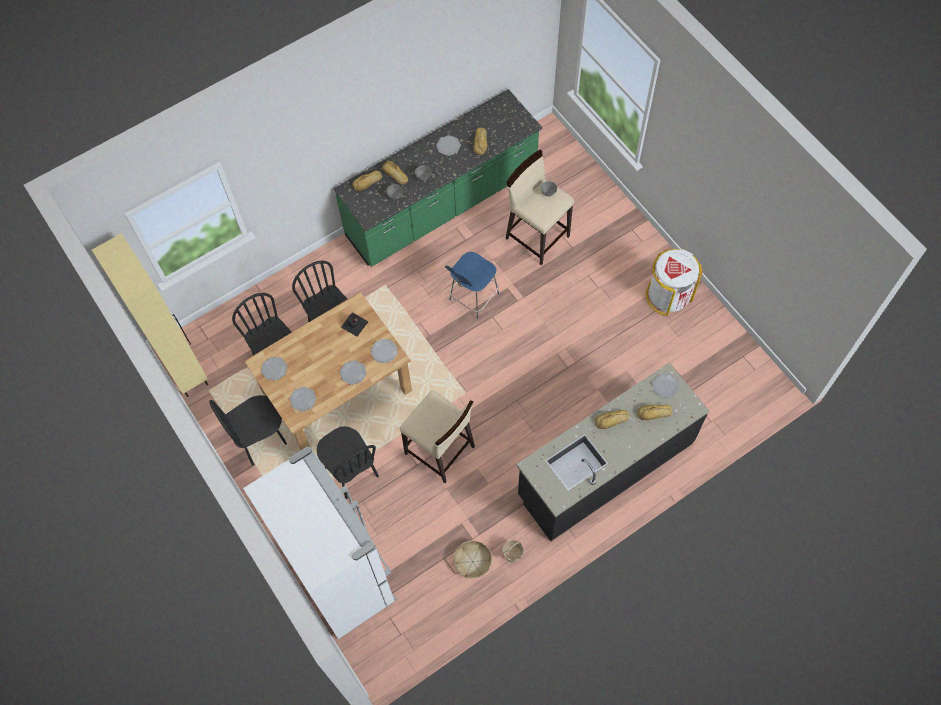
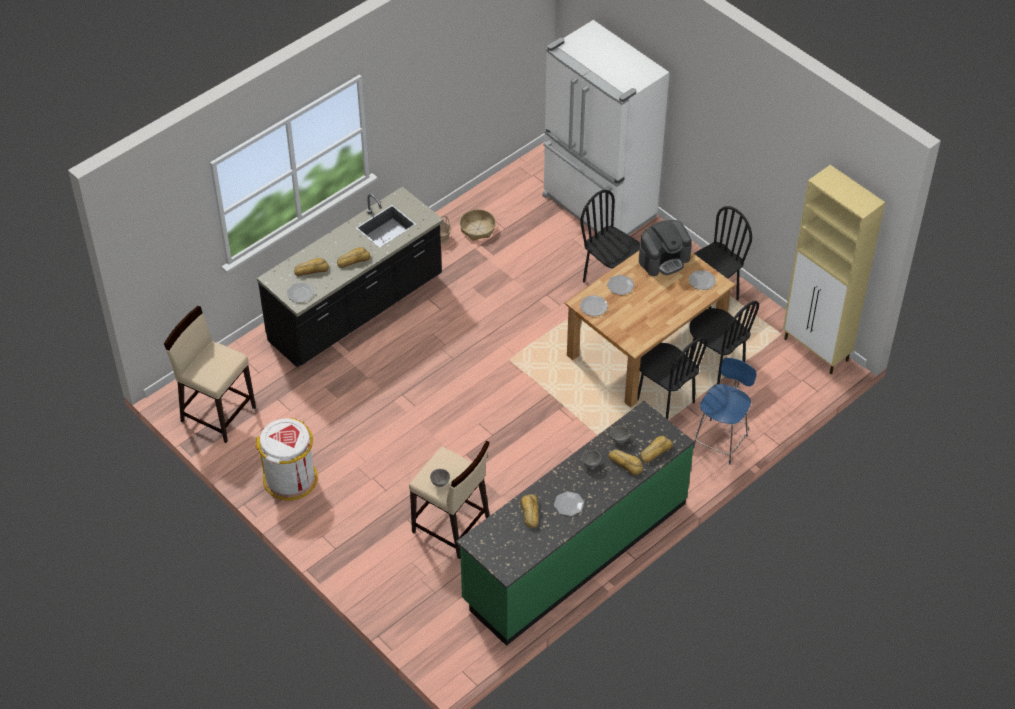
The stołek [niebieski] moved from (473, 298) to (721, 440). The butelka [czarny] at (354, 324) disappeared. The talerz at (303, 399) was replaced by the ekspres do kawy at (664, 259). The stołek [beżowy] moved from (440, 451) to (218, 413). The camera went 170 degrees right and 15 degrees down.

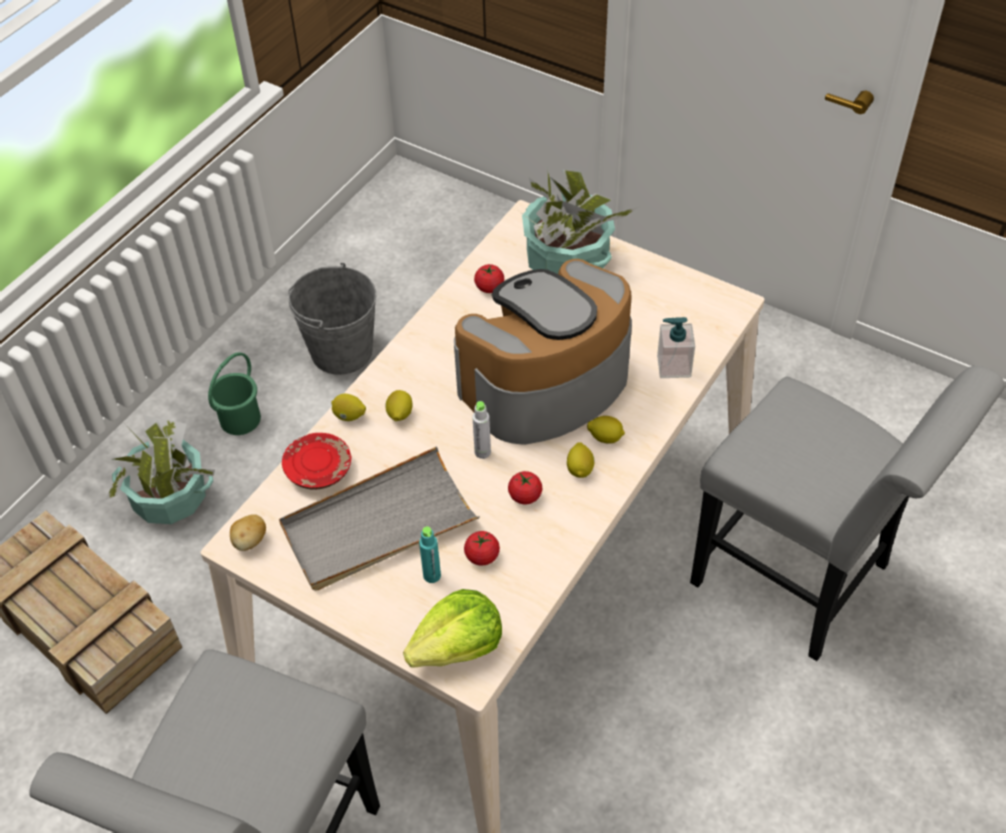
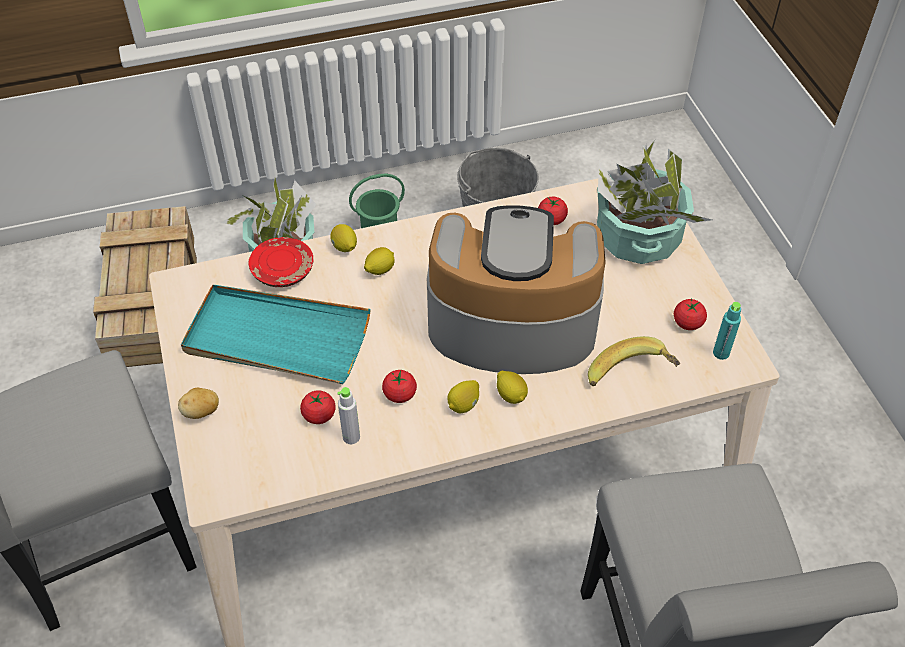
The dozownik mydła at (673, 366) was replaced by the banan at (631, 378). The butelka [szary] moved from (482, 452) to (351, 437). The taca [szary] at (378, 524) became the taca [turkusowy] at (276, 338). The ziemniak moved from (250, 541) to (201, 412). The butelka [turkusowy] moved from (432, 575) to (721, 353). The sałata at (458, 647) disappeared. The pomidor at (687, 323) appeared. The camera went 40 degrees right and 0 degrees up.

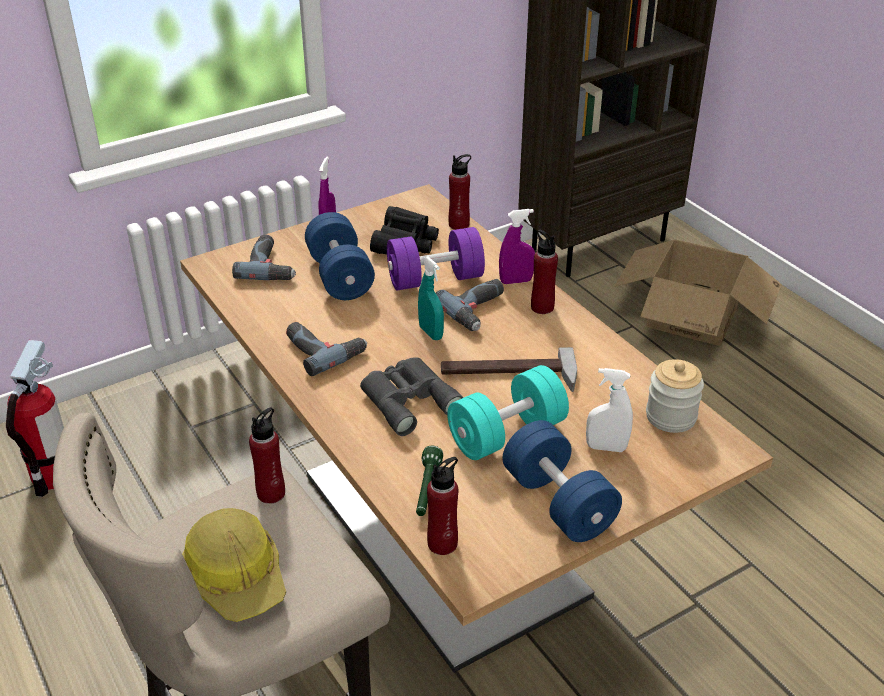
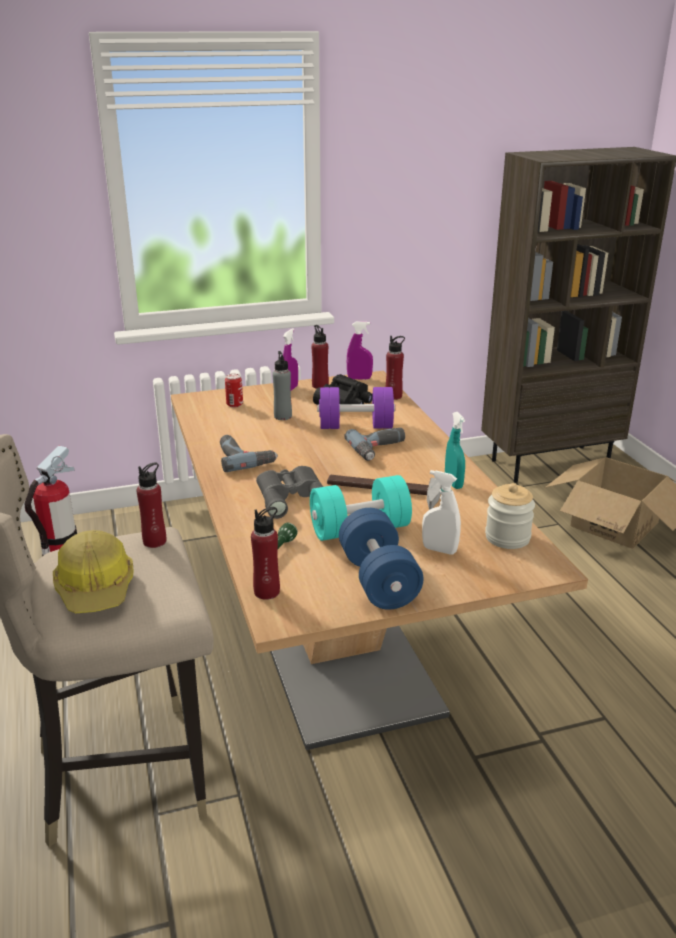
The spryskiwacz [fioletowy] moved from (516, 281) to (359, 378). The hantel [niebieski] at (340, 276) was replaced by the butelka [szary] at (283, 416). The butelka [czerwony] moved from (542, 307) to (320, 385). The wiertarka at (271, 266) was replaced by the puszka at (234, 404). The spryskiwacz [turkusowy] moved from (431, 333) to (453, 483). The camera went 15 degrees right and 10 degrees down.

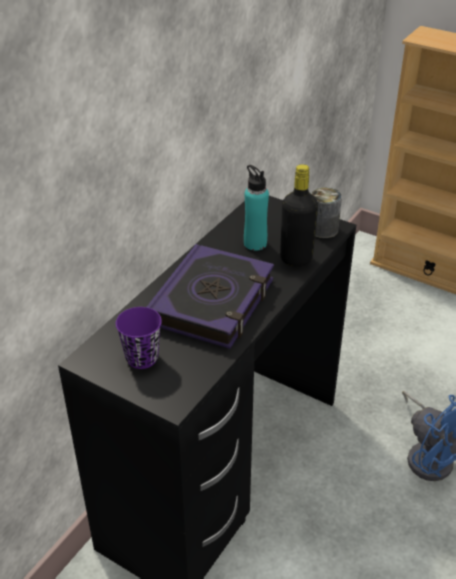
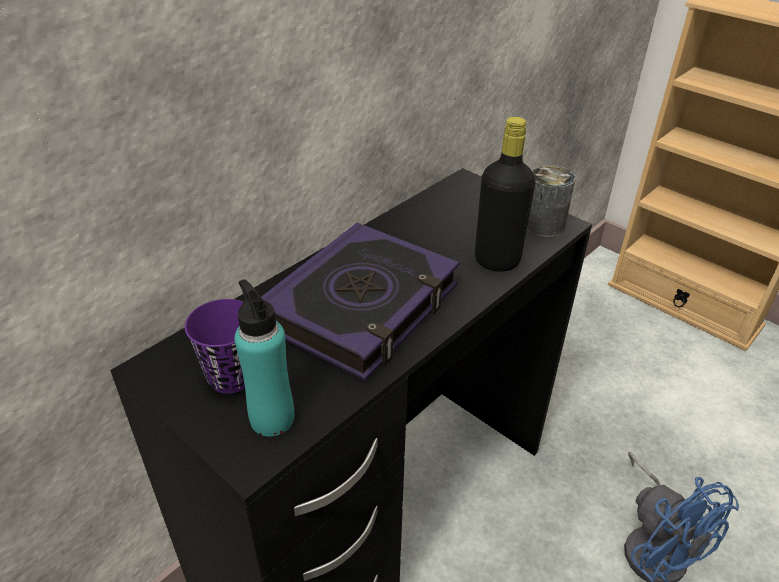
The butelka [turkusowy] moved from (255, 243) to (272, 418). The camera went 10 degrees right and 0 degrees up.

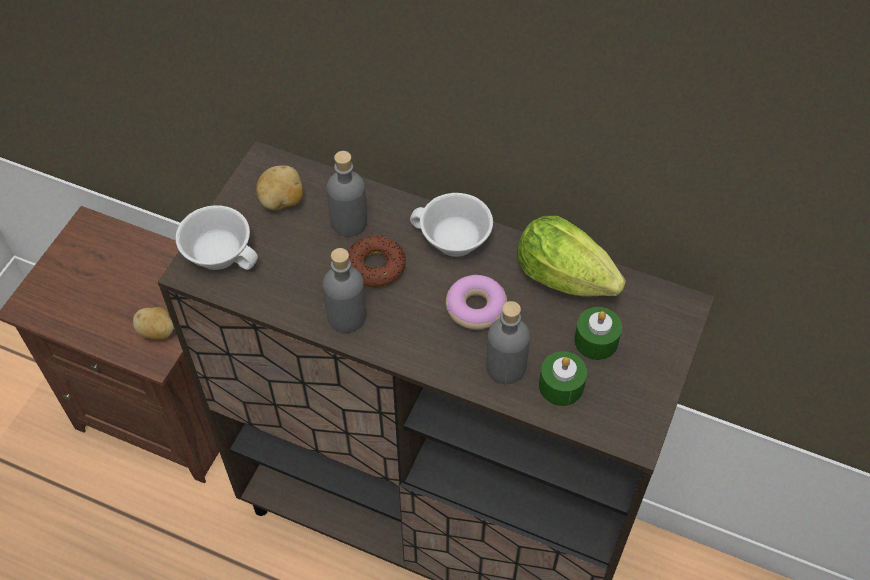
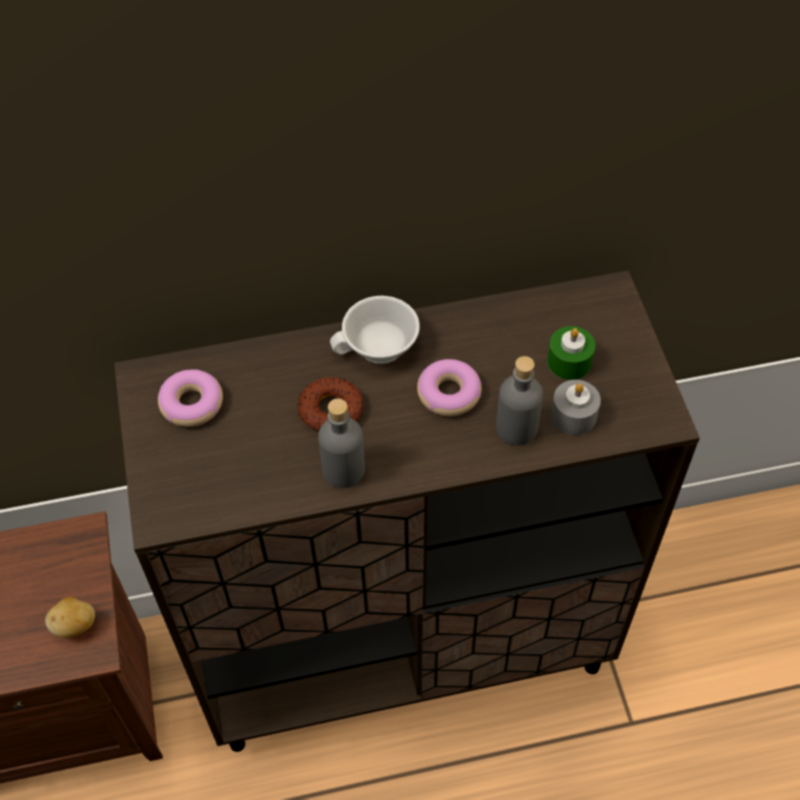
The butelka [szary] at (349, 222) disappeared. The ziemniak at (282, 201) was replaced by the donut at (192, 403). The filiżanka [biały] at (221, 252) disappeared. The sałata at (569, 280) disappeared. The świeca [zielony] at (561, 386) became the świeca [szary] at (573, 415). The camera went 35 degrees left and 0 degrees up.

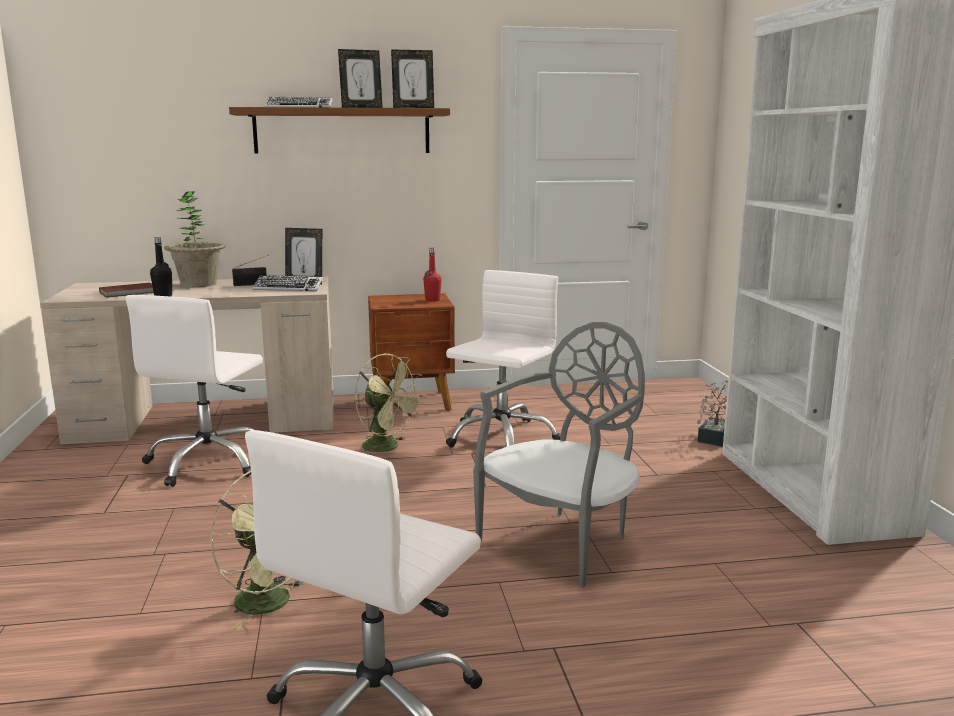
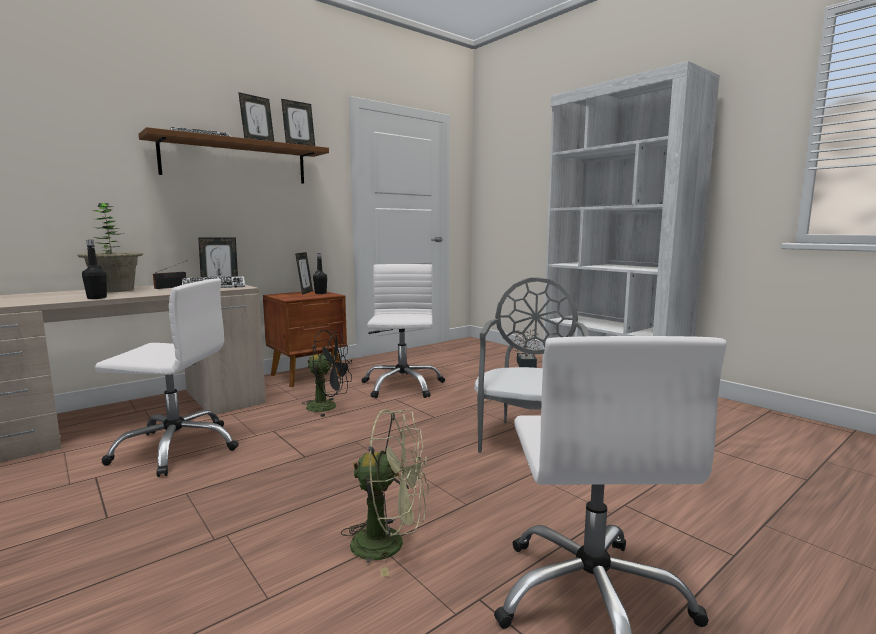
The butelka [czerwony] at (432, 300) became the butelka [czarny] at (320, 293). The książka [brązowy] at (130, 292) disappeared. The krzesło biurowe [biały] at (209, 462) turned 75 degrees counterclockwise. The wentylator [zielony] at (388, 448) became the wentylator [czarny] at (328, 407). The ramka na zdjęcie at (305, 292) appeared. The camera went 30 degrees left and 5 degrees down.

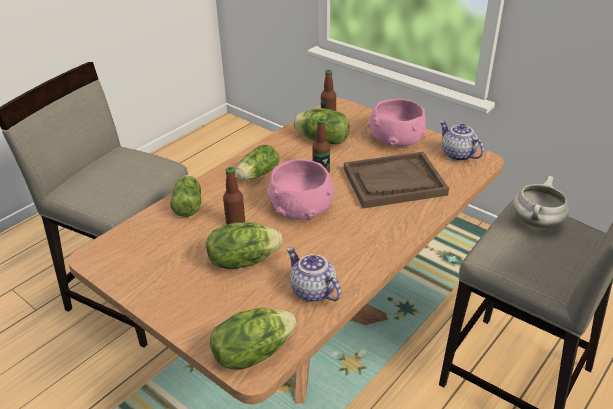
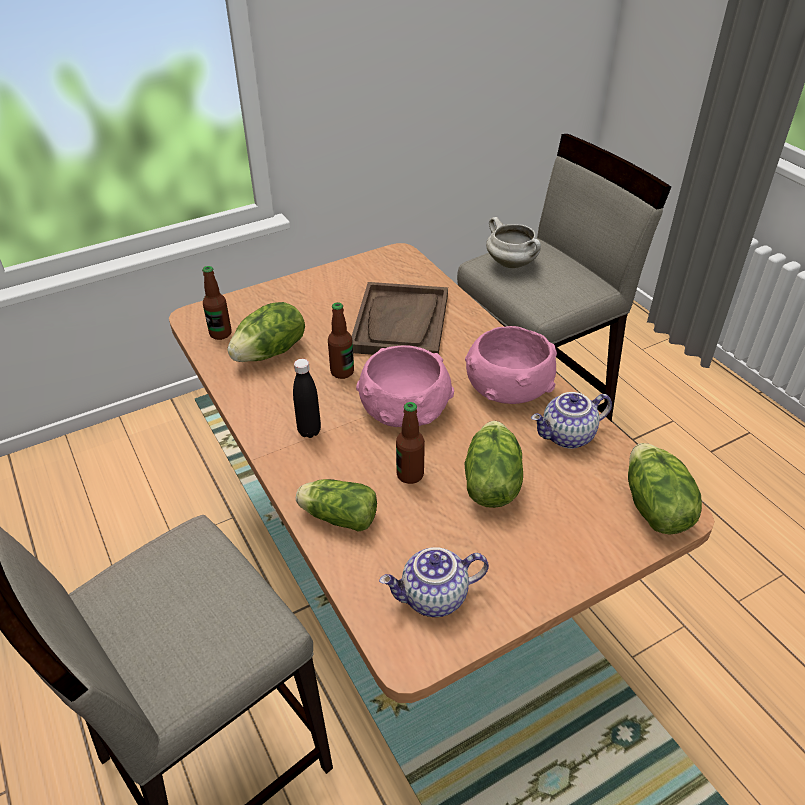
The miska [różowy] moved from (395, 138) to (508, 386). The imbryk moved from (457, 155) to (434, 598). The sałata at (256, 175) was replaced by the butelka [czarny] at (309, 431). The camera went 70 degrees left and 5 degrees up.

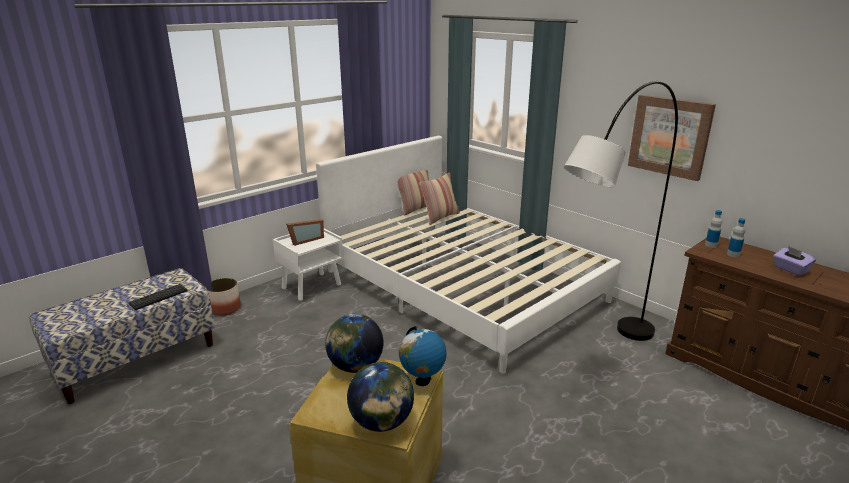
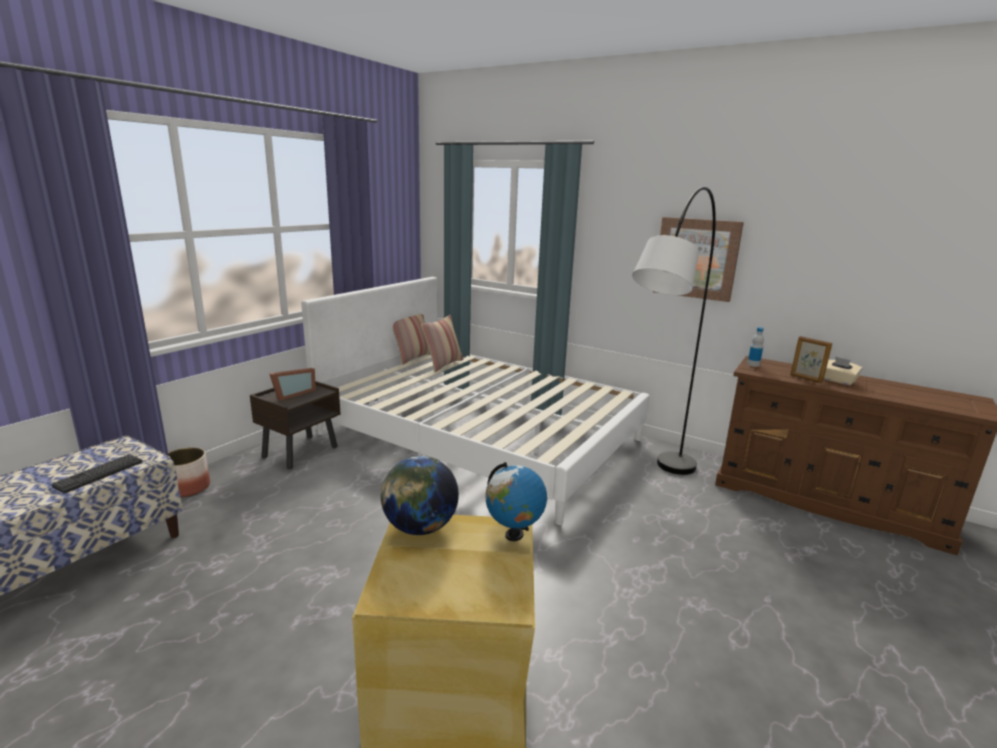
The butelka at (733, 254) disappeared. The szafka nocna [biały] at (312, 286) became the szafka nocna [brązowy] at (301, 452). The pudełko chusteczek [fioletowy] at (790, 270) became the pudełko chusteczek [beżowy] at (838, 381). The globus at (381, 423) disappeared. The ramka na zdjęcie at (805, 379) appeared. The camera went 15 degrees left and 5 degrees down.

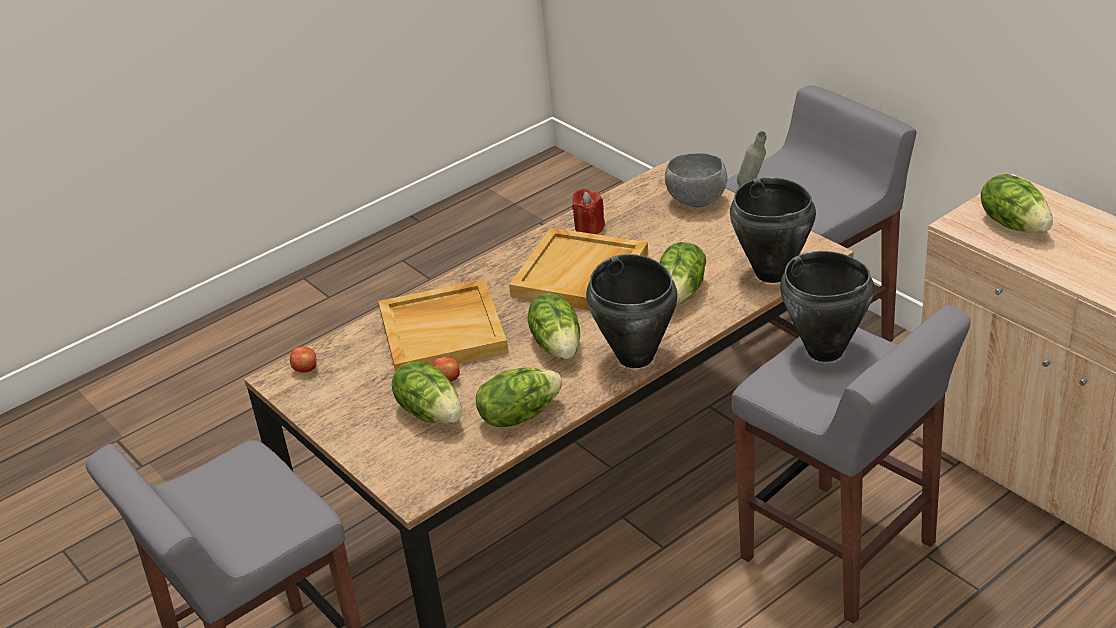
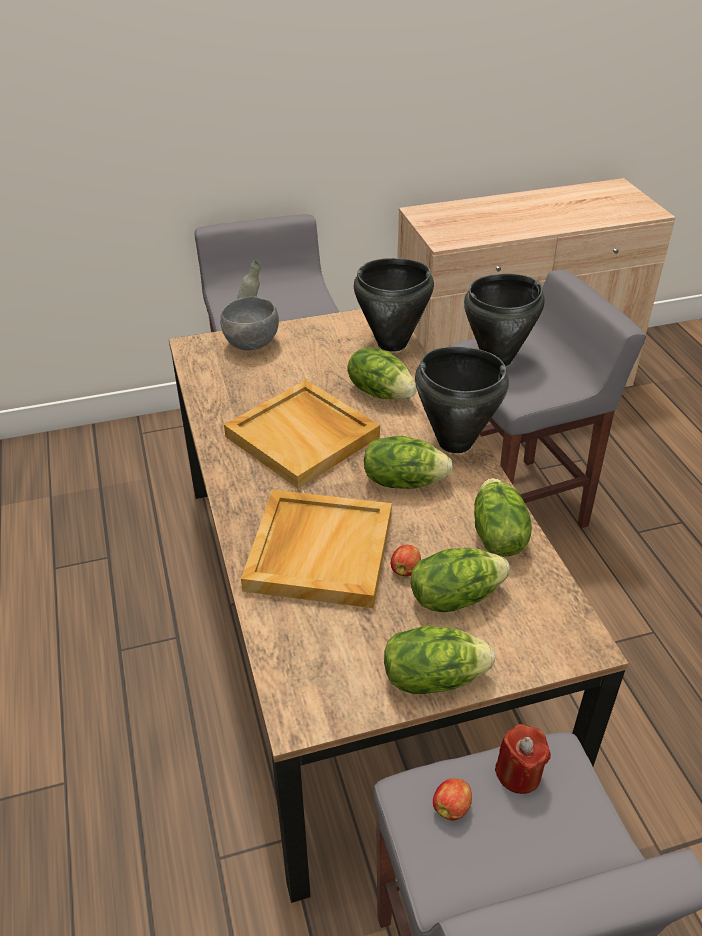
The sałata moved from (1014, 224) to (433, 677). The świeca [czerwony] moved from (589, 228) to (518, 773). The jabłko moved from (306, 369) to (451, 807). The camera went 70 degrees left and 5 degrees up.

